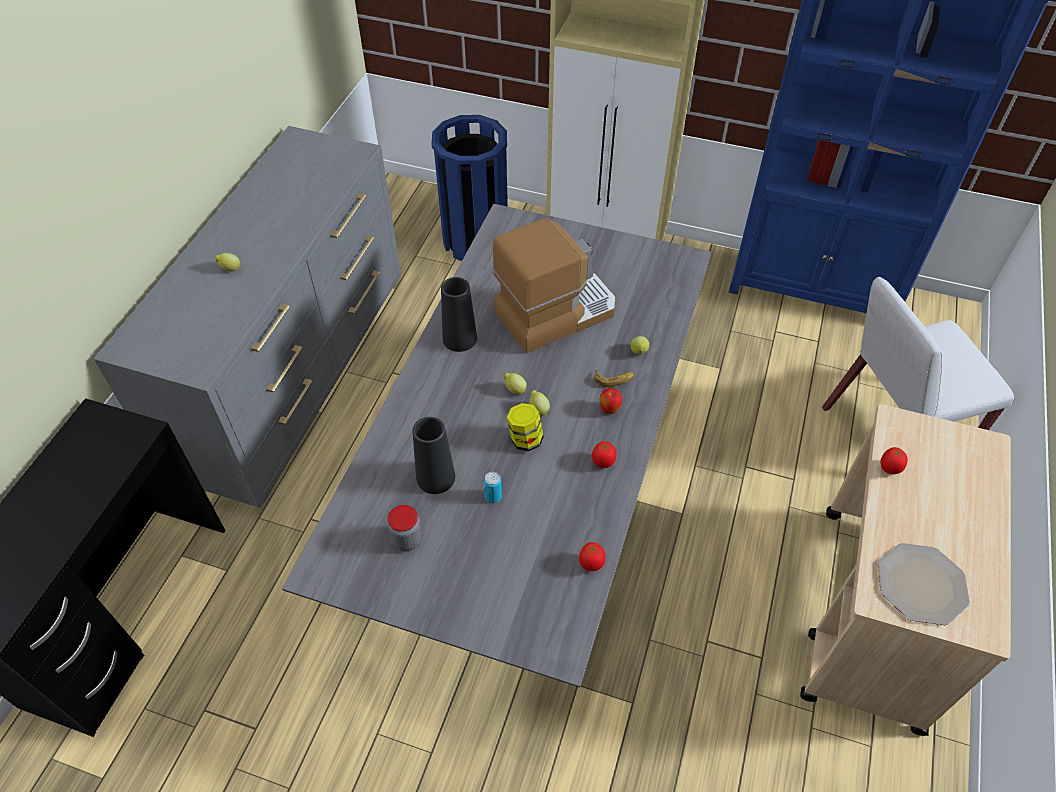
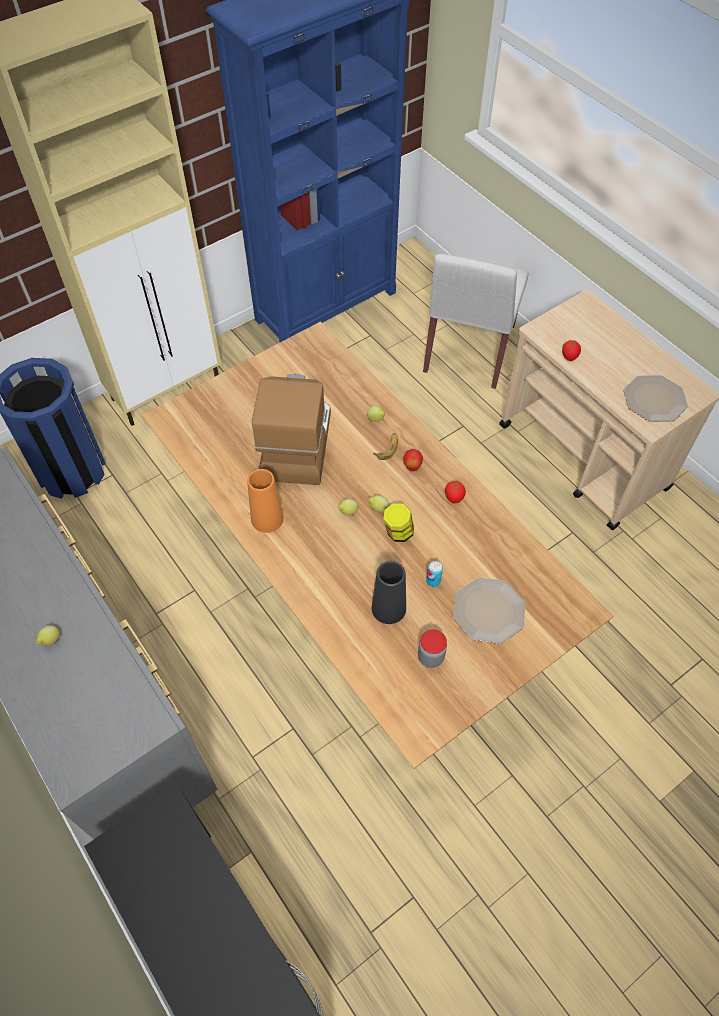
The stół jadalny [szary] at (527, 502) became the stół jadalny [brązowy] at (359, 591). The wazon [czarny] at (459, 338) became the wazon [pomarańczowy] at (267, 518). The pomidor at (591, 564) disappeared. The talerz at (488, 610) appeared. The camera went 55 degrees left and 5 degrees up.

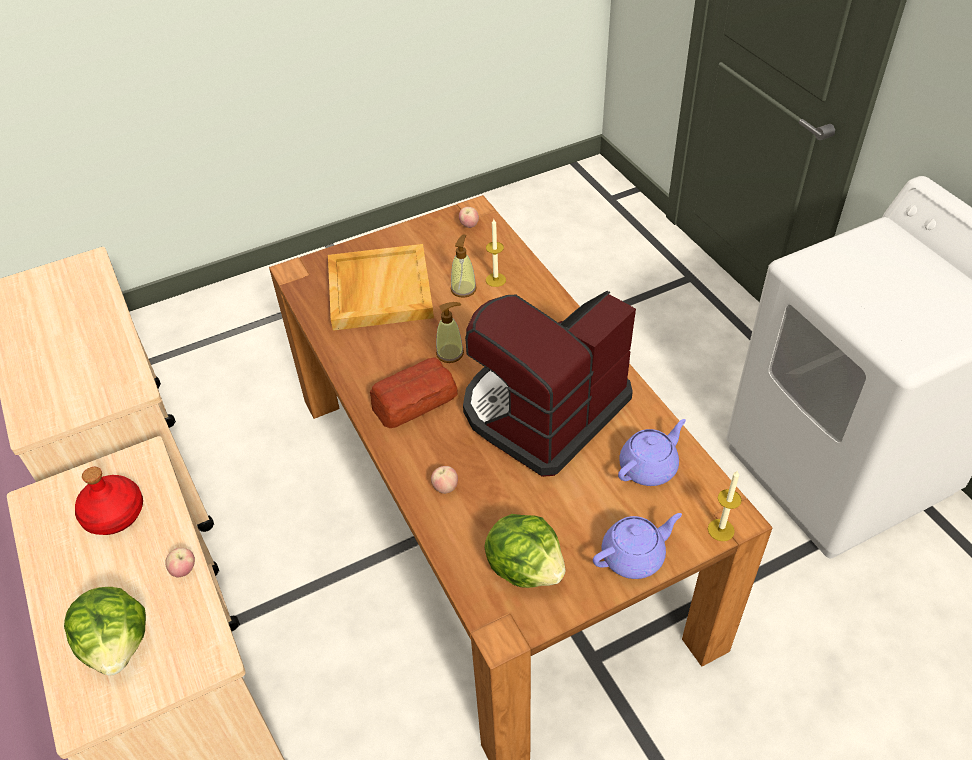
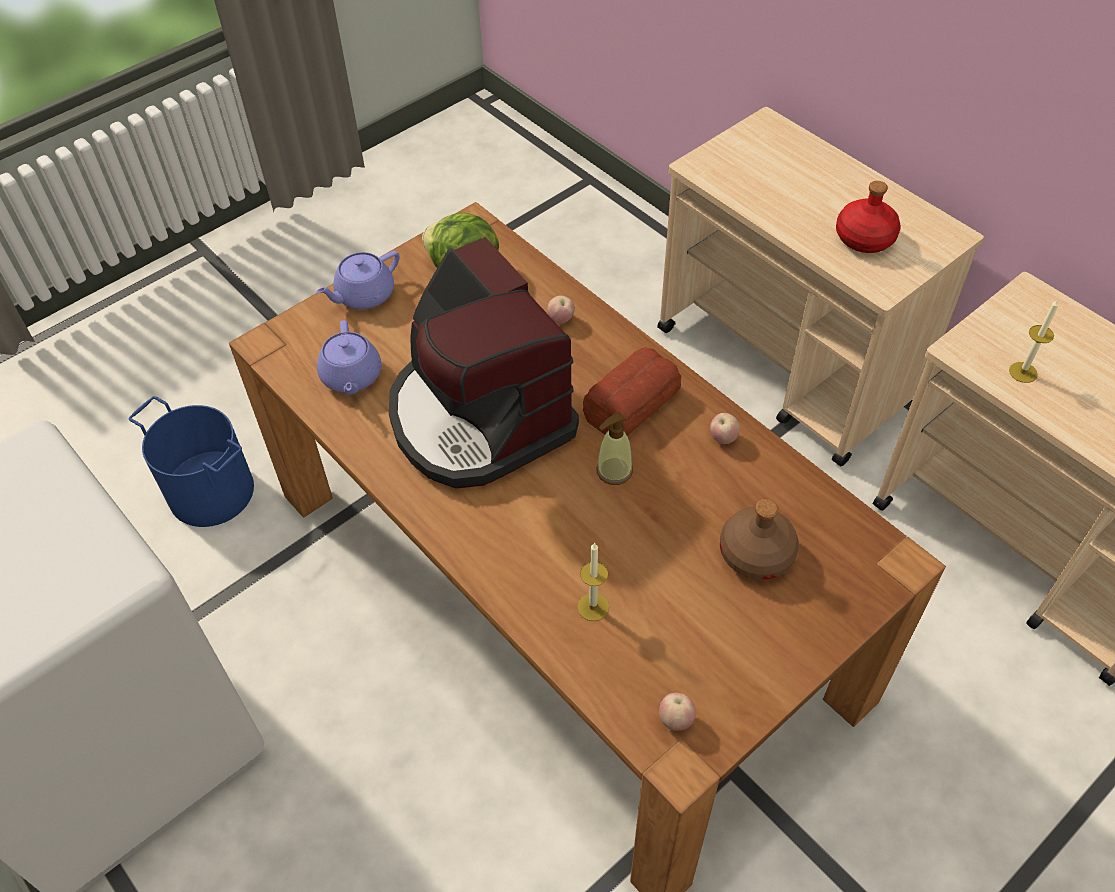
The dozownik mydła at (463, 289) disappeared. The taca [beżowy] at (379, 290) was replaced by the butelka [brązowy] at (757, 554). The ekspres do kawy at (543, 411) turned 120 degrees clockwise. The imbryk [fioletowy] at (649, 467) turned 45 degrees counterclockwise. The świeca moved from (721, 530) to (1023, 372). The jabłko moved from (184, 570) to (723, 438). The sałata at (118, 644) disappeared. The wiadro [niebieski] at (212, 490) appeared. The camera went 165 degrees right and 5 degrees up.

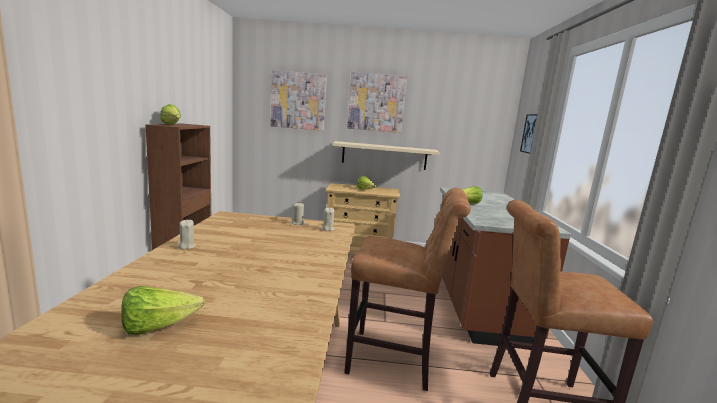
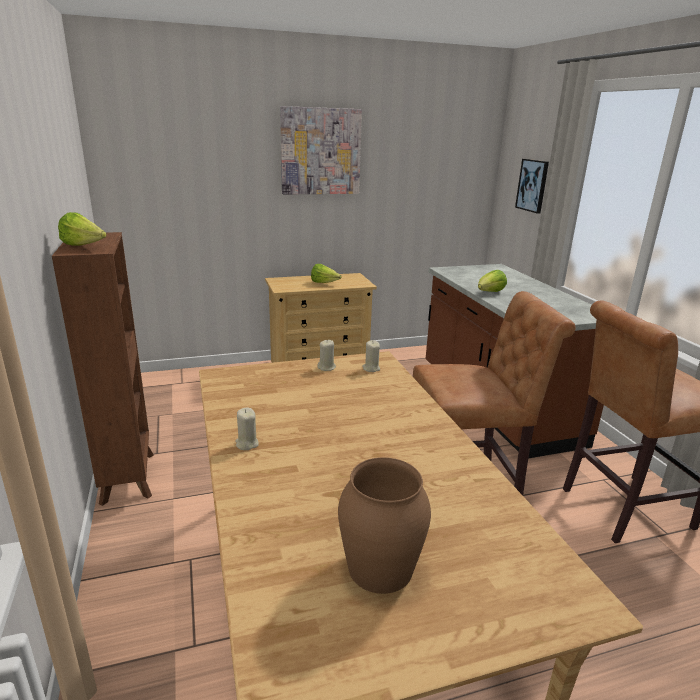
The obraz at (298, 101) disappeared. The półka [beżowy] at (384, 155) disappeared. The sałata at (158, 327) was replaced by the wazon [brązowy] at (379, 567). The camera went 20 degrees left and 10 degrees up.

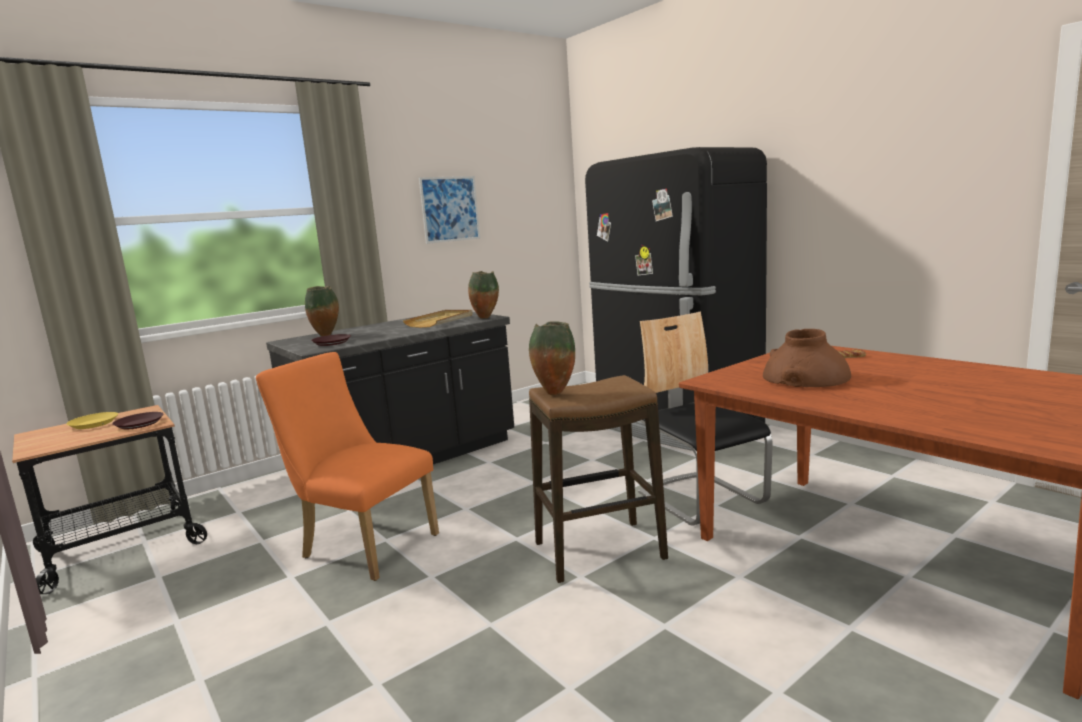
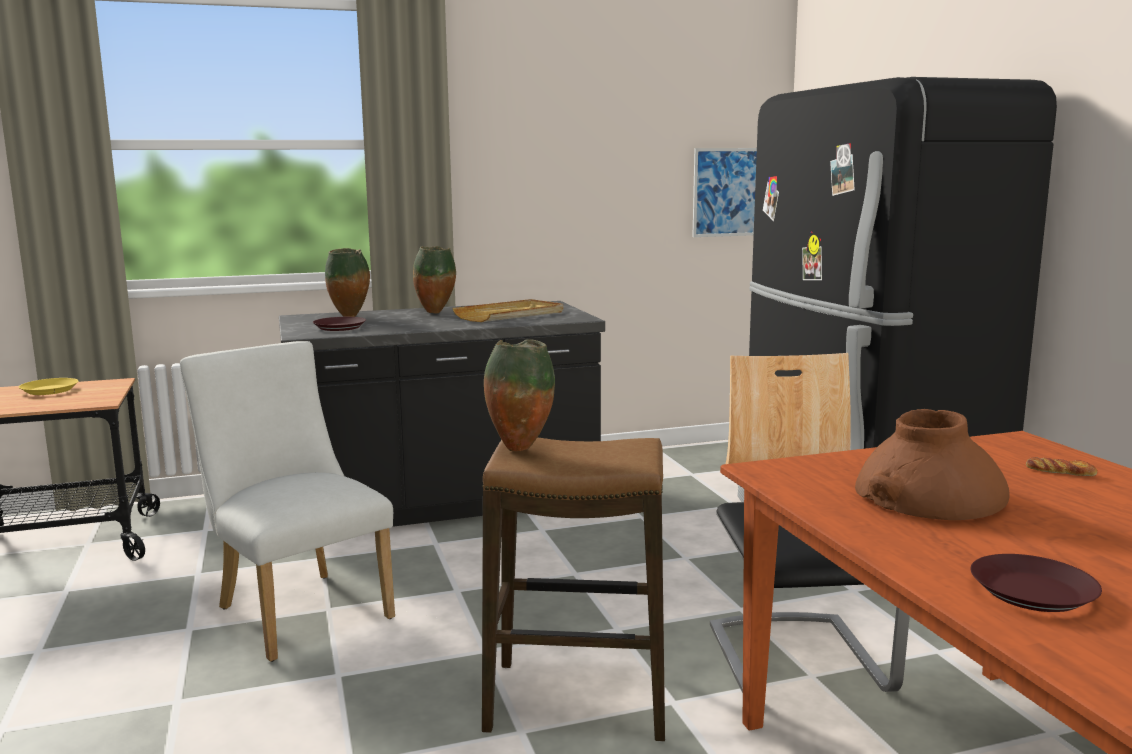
The obraz moved from (450, 209) to (732, 192). The wazon moved from (486, 318) to (436, 313). The krzesło [pomarańczowy] at (363, 545) became the krzesło [biały] at (297, 609). The talerz [brązowy] moved from (139, 424) to (1031, 592). The camera went 20 degrees right and 0 degrees up.

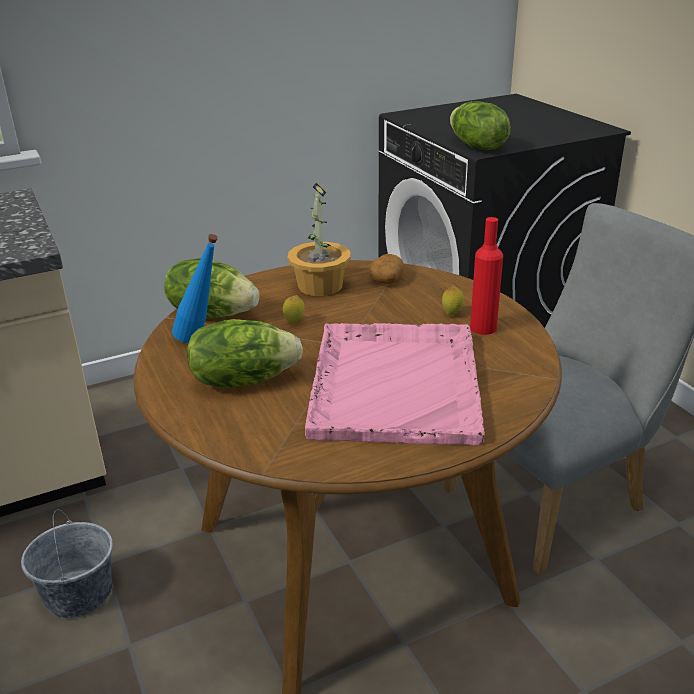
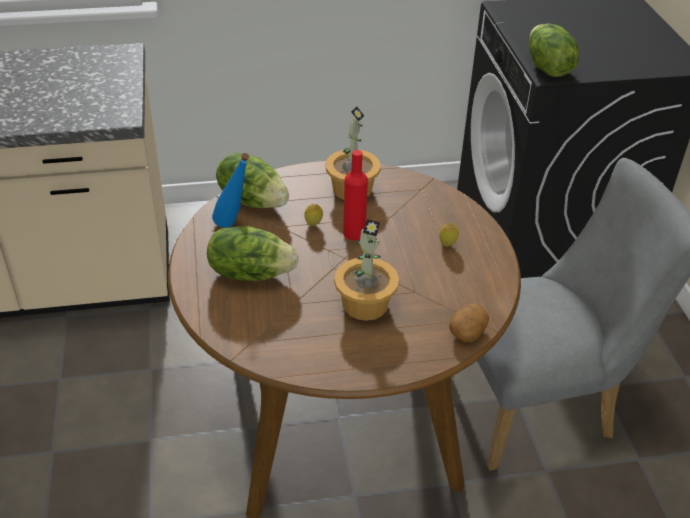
The butelka [czerwony] moved from (483, 328) to (354, 233). The ziemniak moved from (386, 279) to (467, 331). The taca [różowy] at (395, 382) was replaced by the roślina doniczkowa at (365, 304). The wiadro [szary] at (79, 594) disappeared. The camera went 15 degrees right and 10 degrees up.

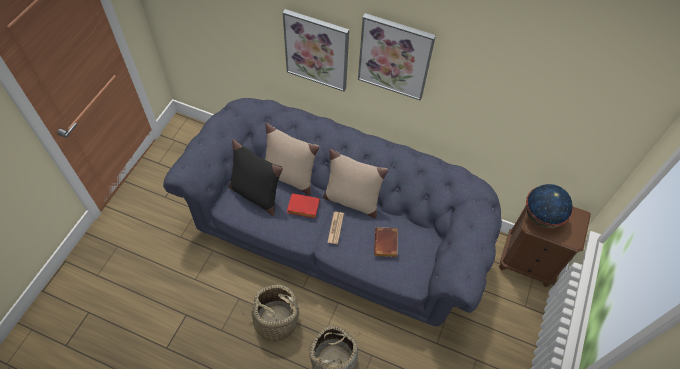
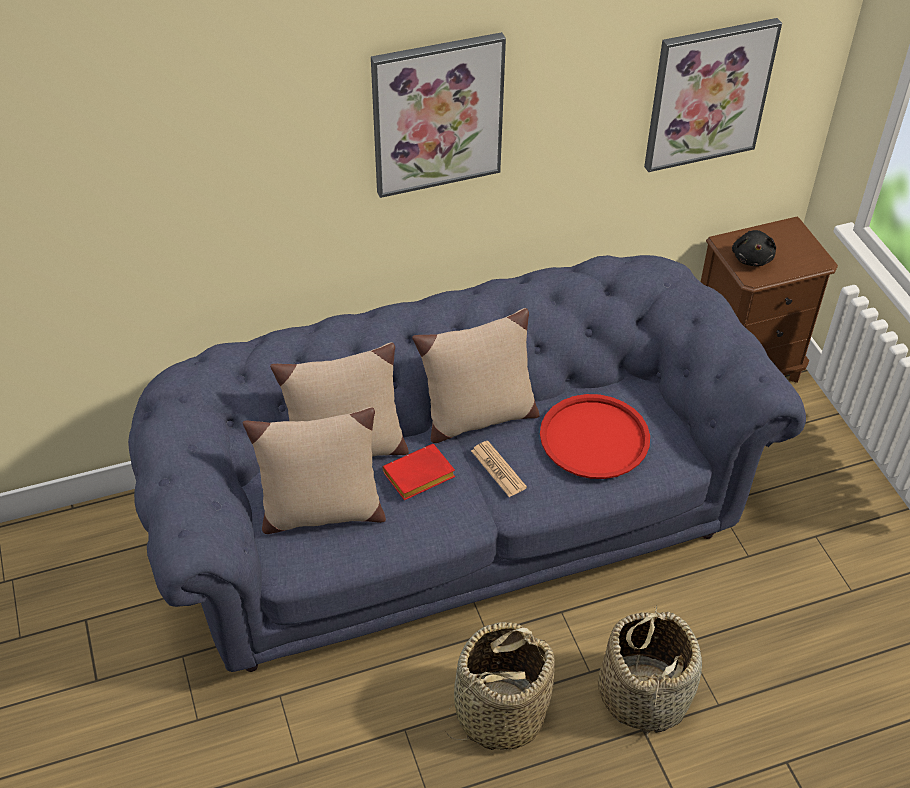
The obraz moved from (317, 50) to (708, 94). The poduszka [czarny] at (255, 194) became the poduszka [beżowy] at (320, 512). The globus at (542, 216) was replaced by the pluszak [czarny] at (752, 258). The książka [brązowy] at (387, 244) was replaced by the taca [czerwony] at (594, 437). The camera went 40 degrees left and 10 degrees down.

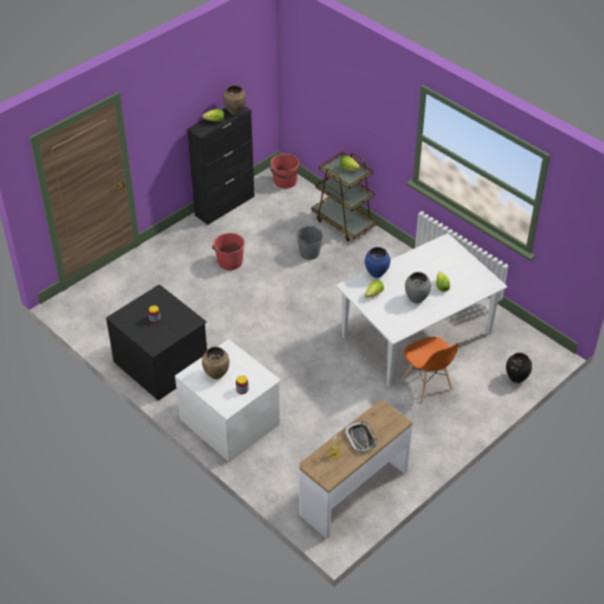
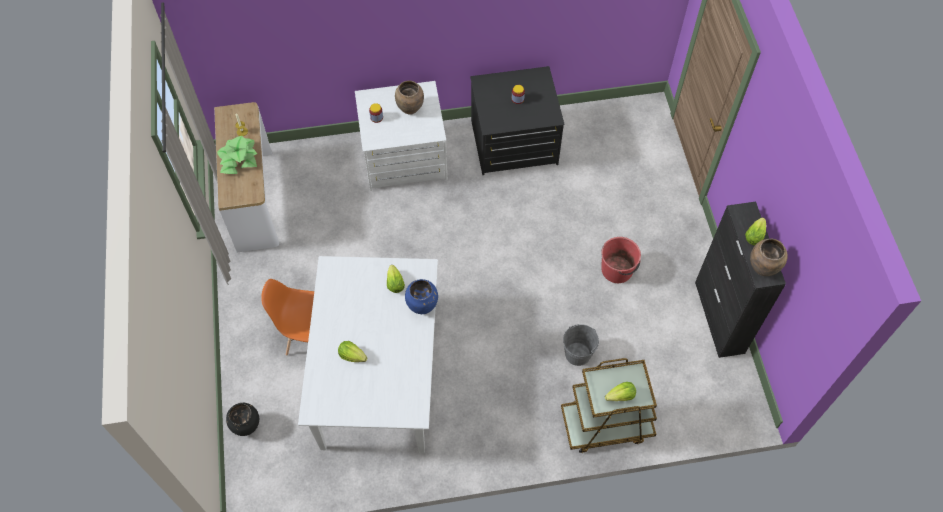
The wiadro [czerwony] at (285, 181) disappeared. The wazon [szary] at (416, 299) disappeared. The taca at (361, 438) was replaced by the roślina doniczkowa at (238, 159). The camera went 125 degrees right and 15 degrees up.

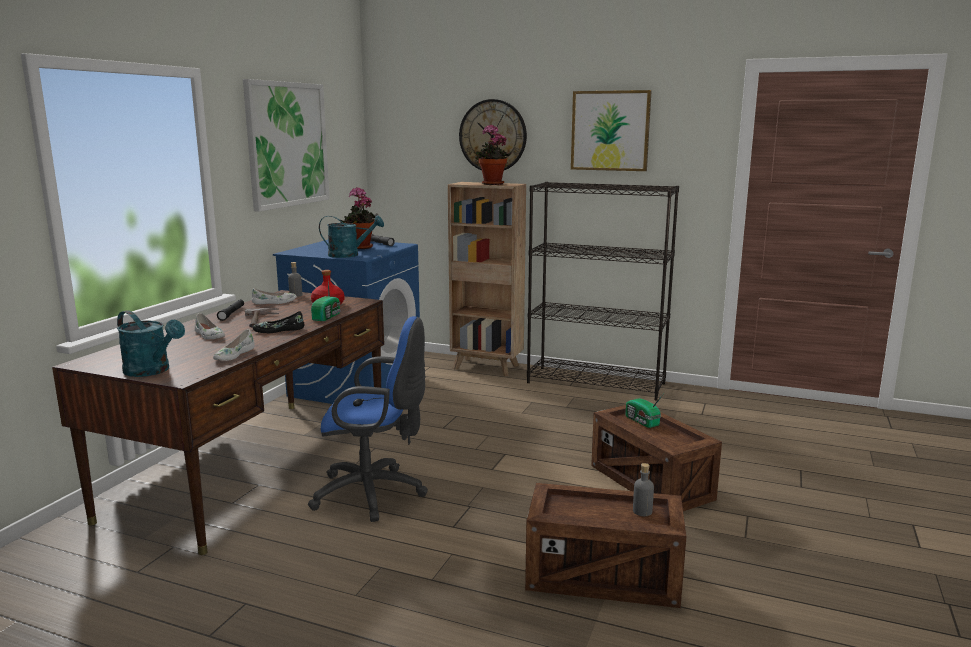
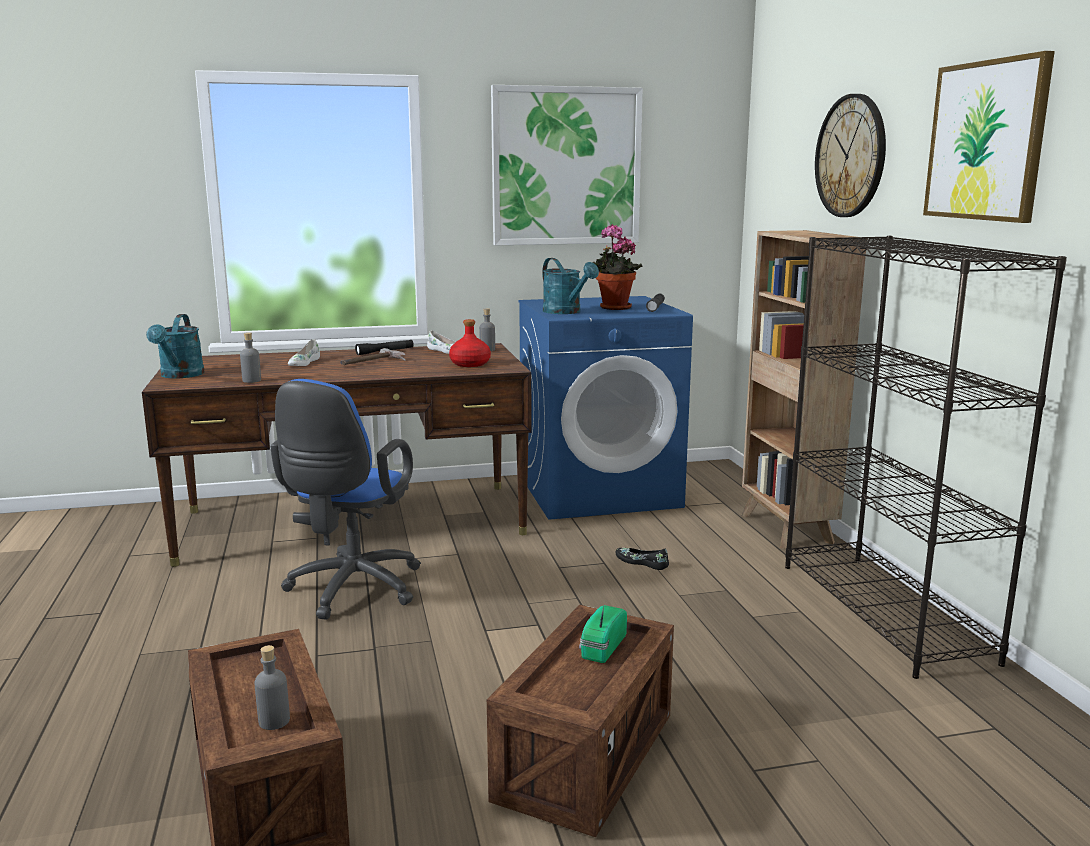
The roślina doniczkowa at (491, 184) disappeared. The radio at (327, 316) disappeared. The but [czarny] moved from (279, 330) to (642, 562). The krzesło biurowe [niebieski] at (374, 494) turned 45 degrees clockwise. The but [biały] at (233, 355) was replaced by the butelka [szary] at (251, 380). The camera went 55 degrees right and 0 degrees up.

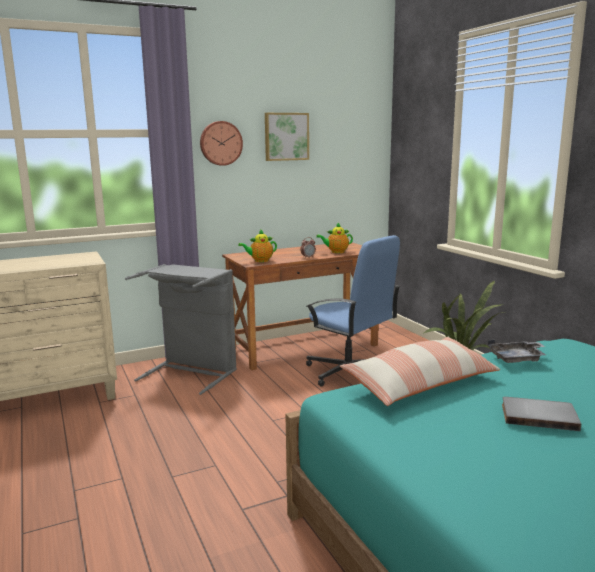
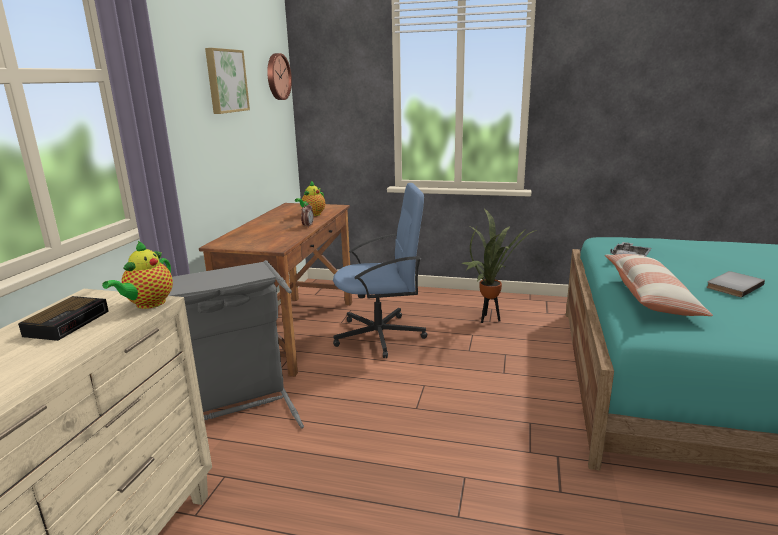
The zegar ścienny moved from (220, 143) to (277, 77). The imbryk moved from (260, 260) to (148, 304). The budzik at (68, 322) appeared. The camera went 50 degrees left and 5 degrees up.

